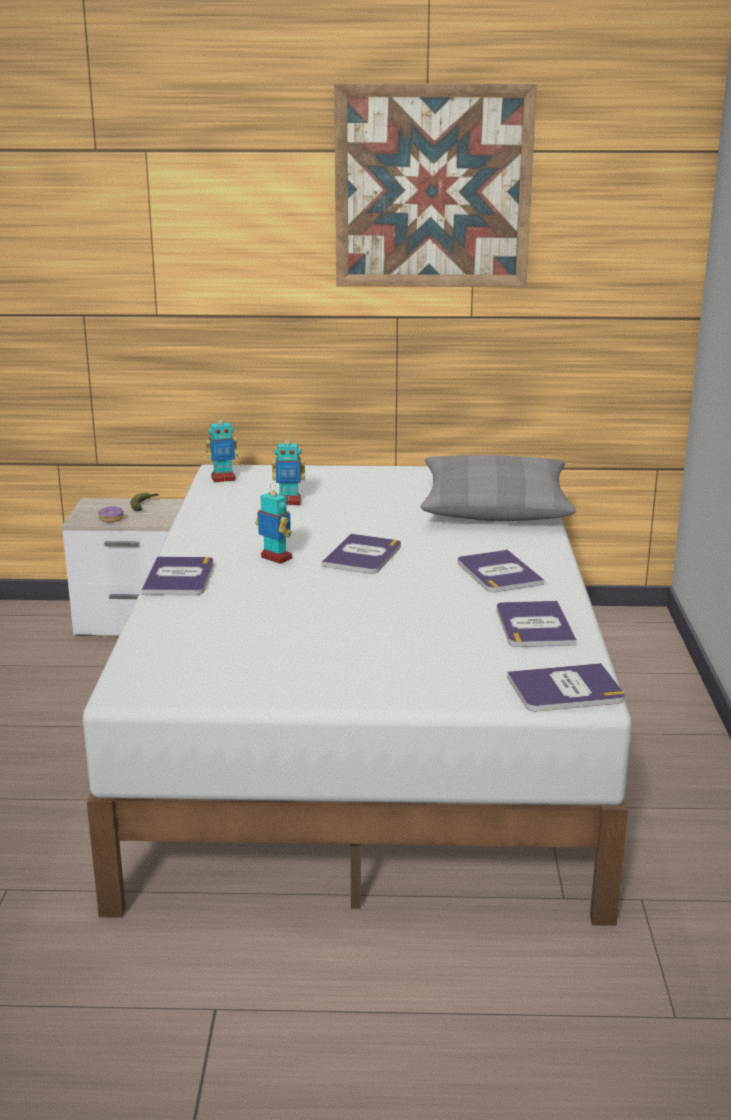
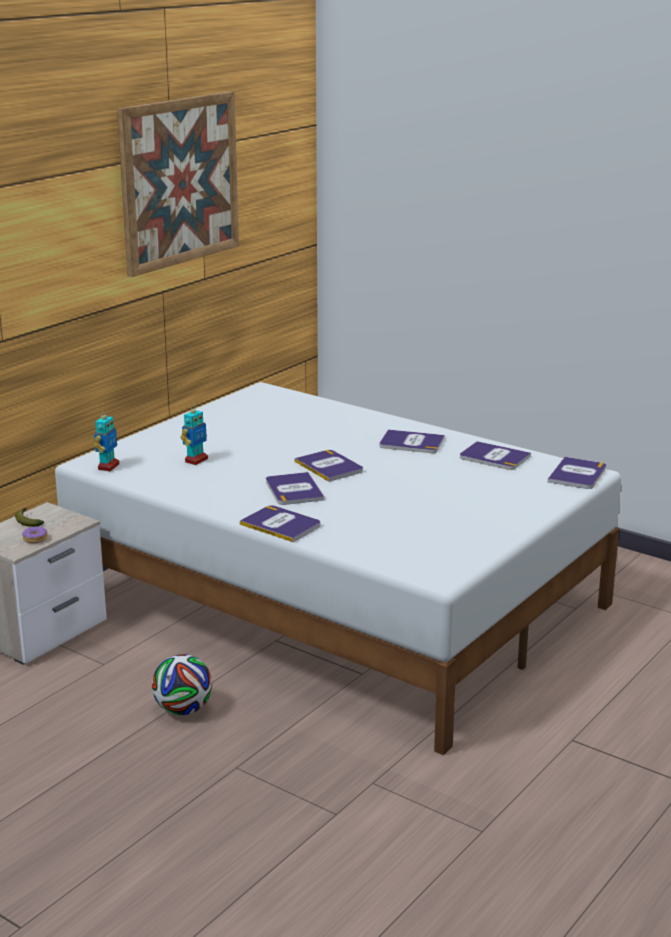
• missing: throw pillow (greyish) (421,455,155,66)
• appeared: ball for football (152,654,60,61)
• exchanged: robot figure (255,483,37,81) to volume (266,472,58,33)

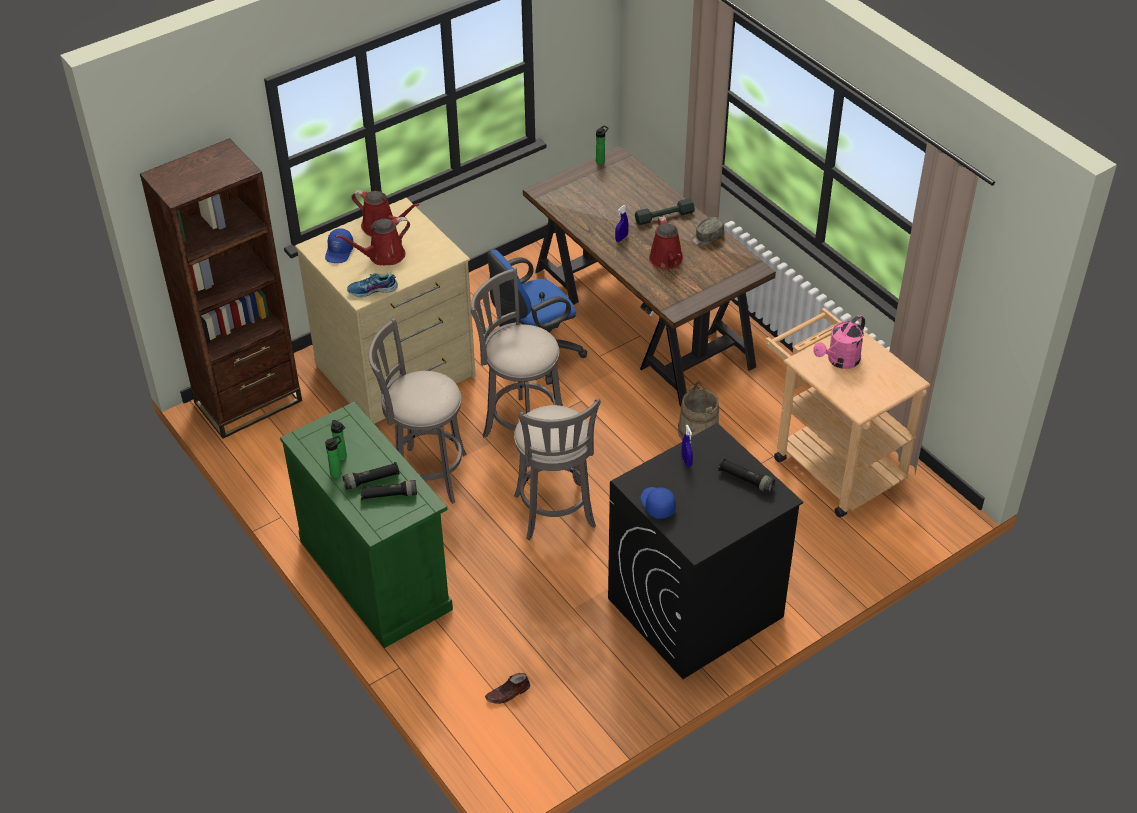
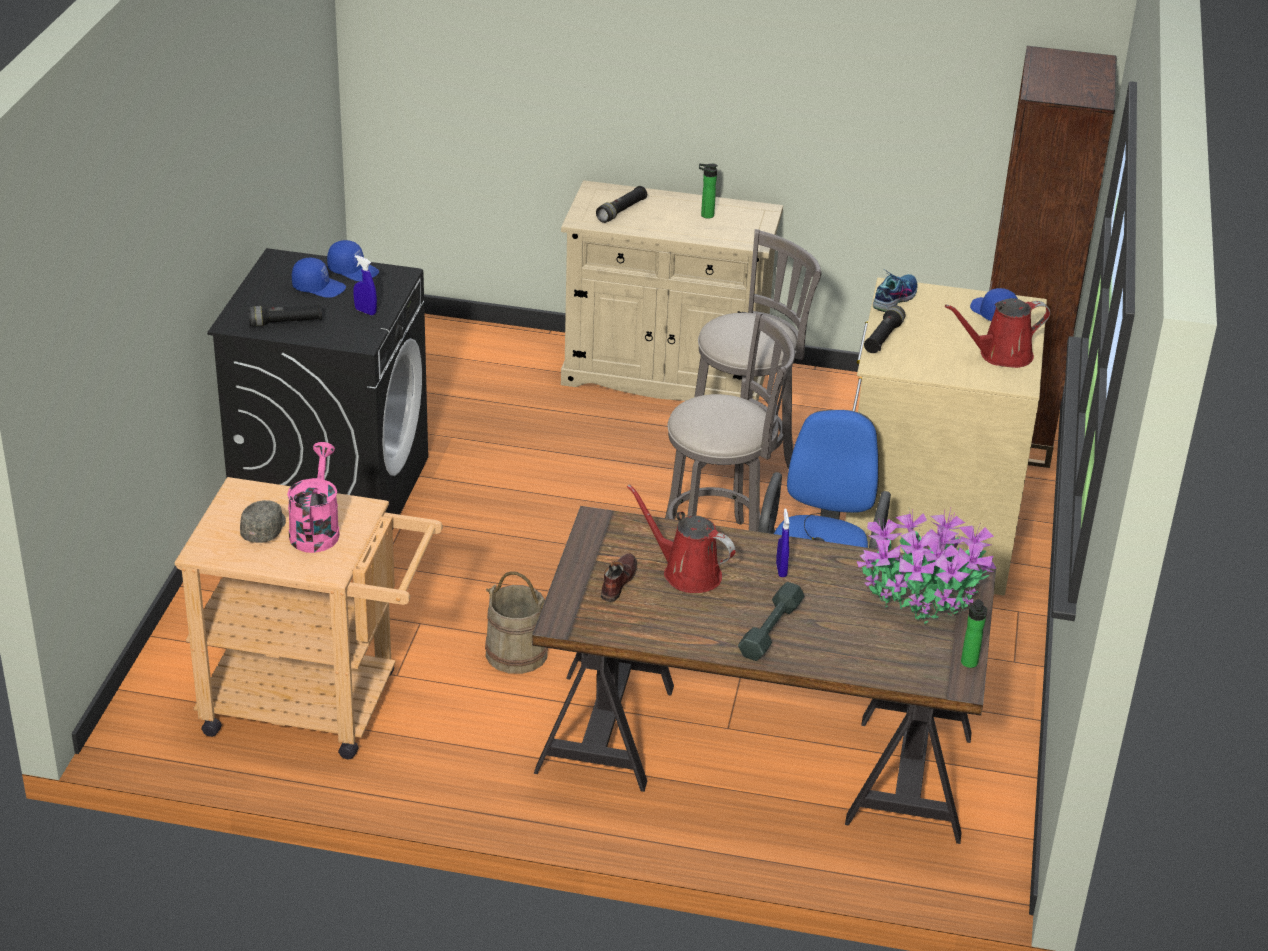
• missing: bottle (325,436,17,42)
• missing: watering pot (red) (335,217,75,48)
• missing: stool (greyish) (514,398,87,142)
• appeared: peaked cap (blue-coloured) (292,258,54,40)
• appeared: houseplant (857,509,139,115)
• relocated: hand torch (blackish) (342,462,58,28) to (864,305,42,48)
• relocated: item of footwear (brown) (485,673,45,31) to (601,553,36,49)
• relocated: peaked cap (greyish) (691,217,33,29) to (240,500,46,43)
• colour: cabinet (greenish) (280,402,173,246) to cabinet (beige) (561,180,222,221)

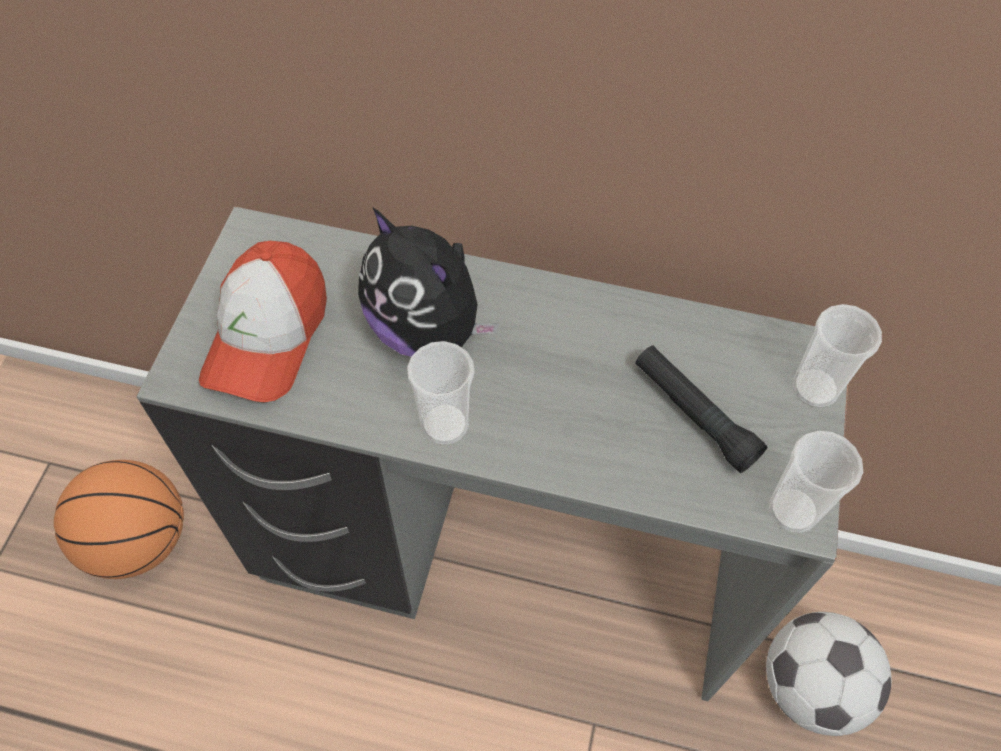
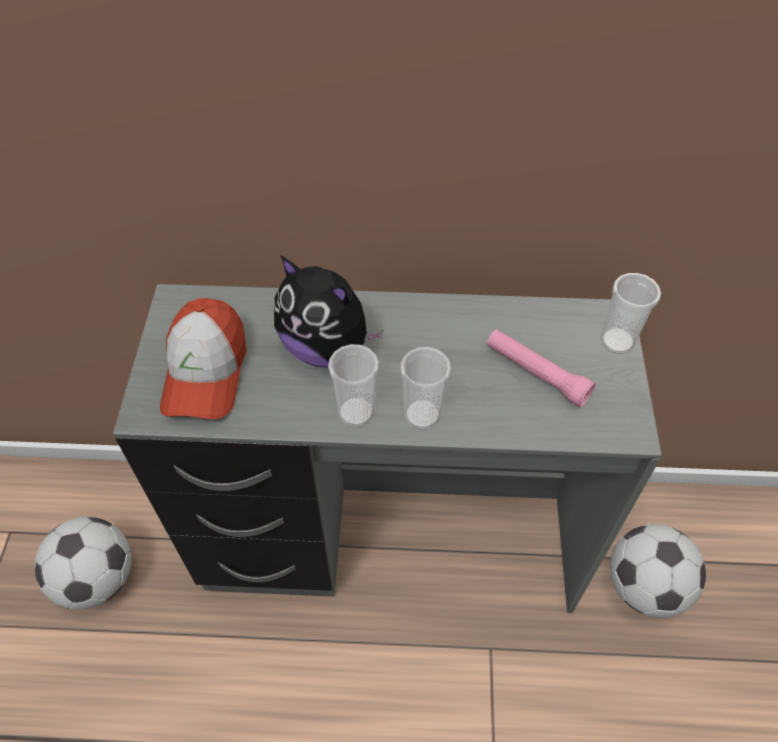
• relocated: small cup (769,431,94,102) to (400,347,51,83)
• exchanged: basketball (54,460,130,119) to ball for football (35,517,96,93)
• colour: hand torch (blackish) (635,346,133,127) to hand torch (pink-coloured) (487,329,109,78)

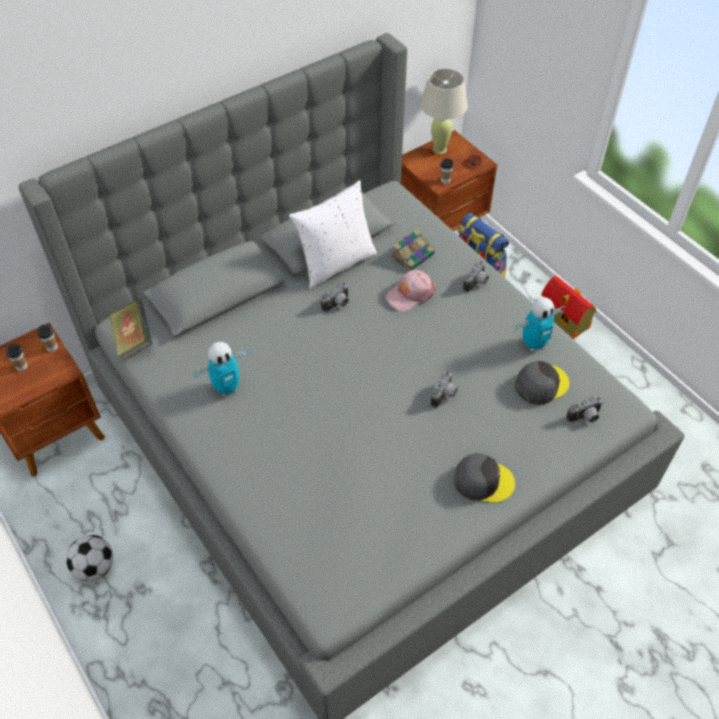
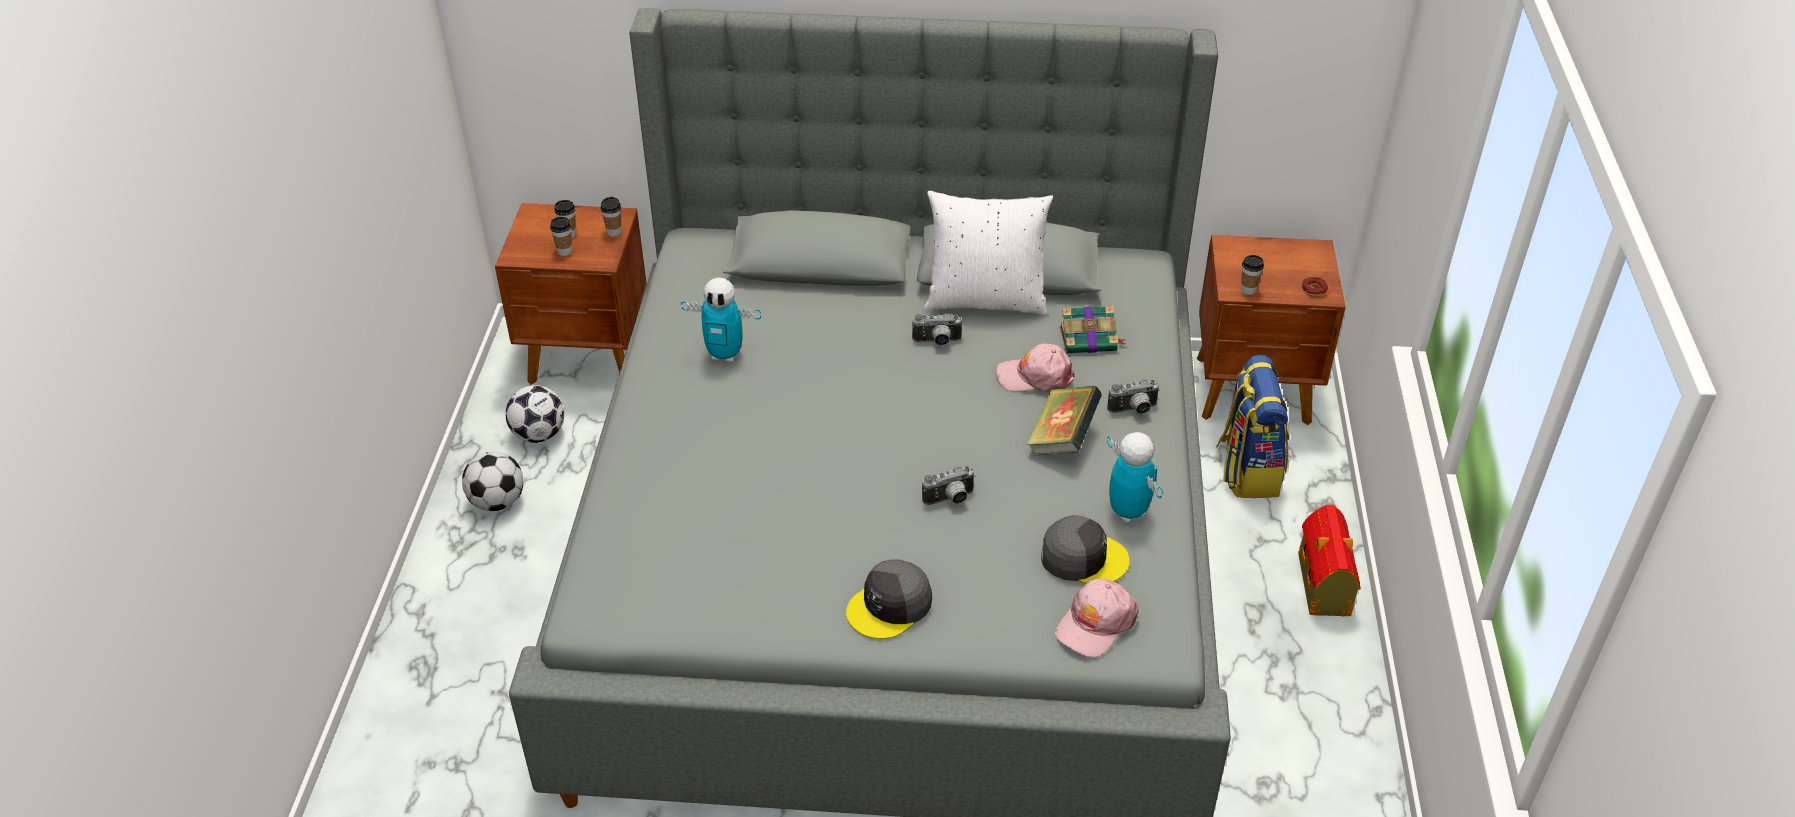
• missing: tabletop lamp (beige) (420,68,48,86)
• appeared: ball for football (505,385,59,58)
• appeared: small cup (550,217,22,39)
• relocated: volume (109,300,44,60) to (1027,386,75,70)
• exchanged: photo camera (566,396,37,27) to peaked cap (pink-coloured) (1055,578,84,79)
• spun: peaked cap (greyish) (454,453,61,50) = (846,559,86,80) 90 degrees clockwise
• spun: robot figure (515,297,50,54) = (1107,432,56,91) 135 degrees counterclockwise

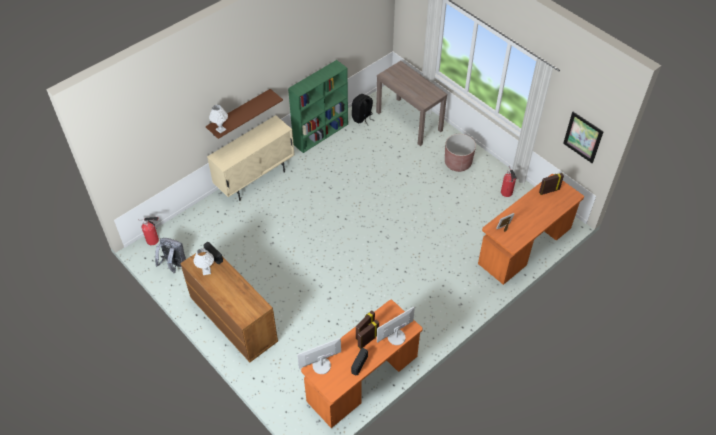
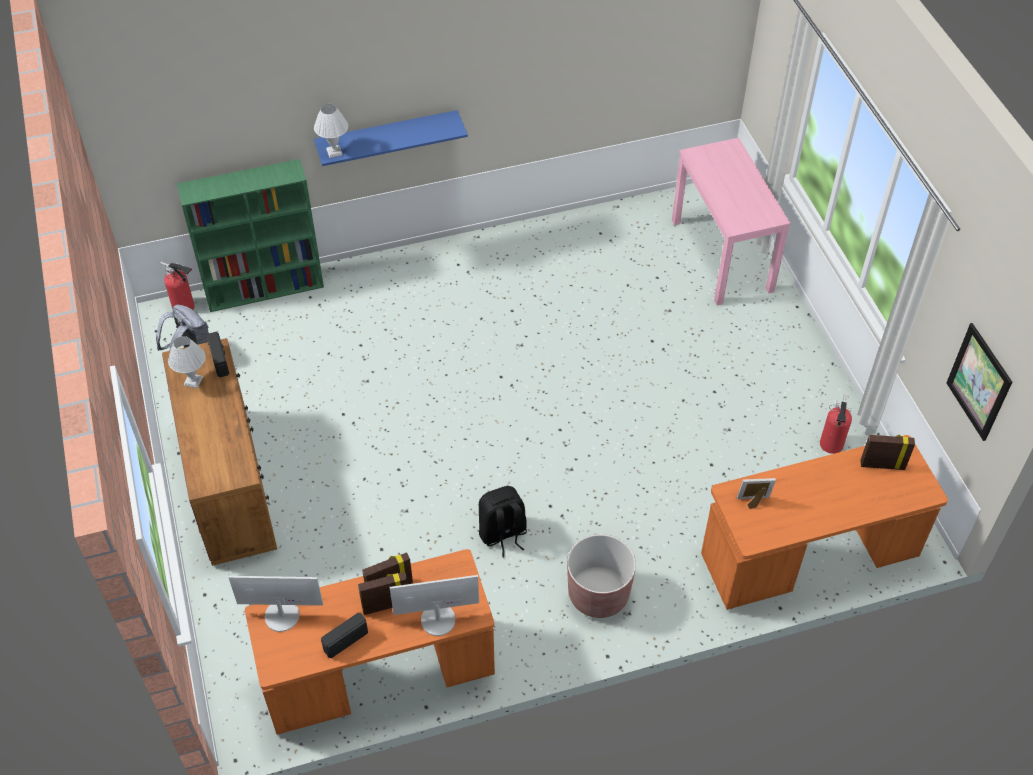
• missing: cabinet (beige) (207,115,88,86)
• relocated: bookcase (greenish) (288,60,60,93) to (177,159,147,153)
• relocated: knapsack (blackish) (352,94,23,31) to (479,486,48,72)
• relocated: plant pot (brown) (445,134,31,38) to (567,534,69,84)
• colour: wall shelf (brown) (206,89,77,50) to wall shelf (blue-coloured) (314,110,154,56)
• colour: console table (brown) (376,61,72,85) to console table (pink-coloured) (672,138,118,167)

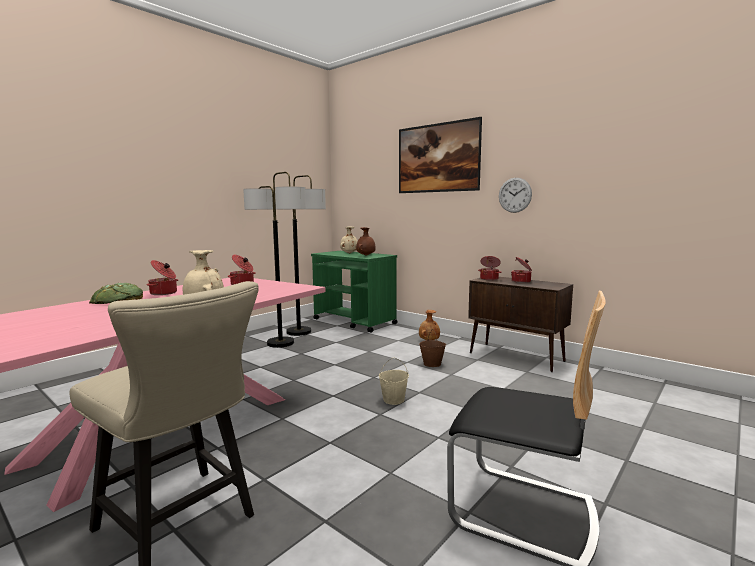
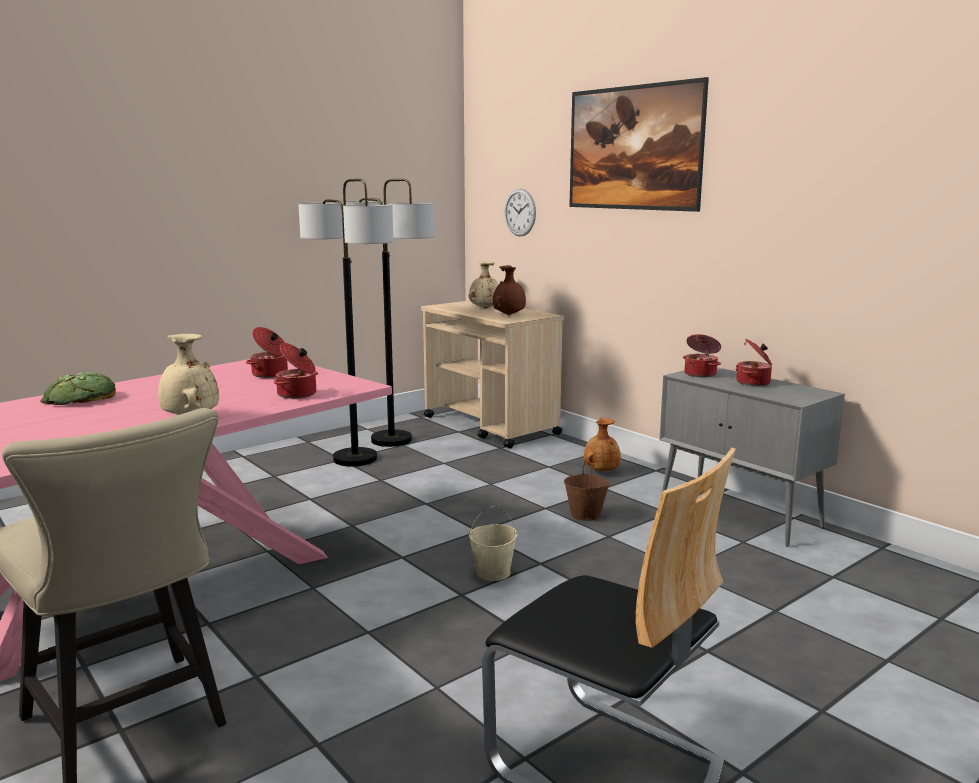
• relocated: stockpot (147,260,31,35) to (274,343,44,56)
• relocated: clock on the wall (499,178,33,35) to (505,189,31,47)
• colour: trolley (greenish) (311,251,87,82) to trolley (beige) (421,301,143,147)
• colour: cabinet (brown) (468,277,105,95) to cabinet (greyish) (660,367,185,180)

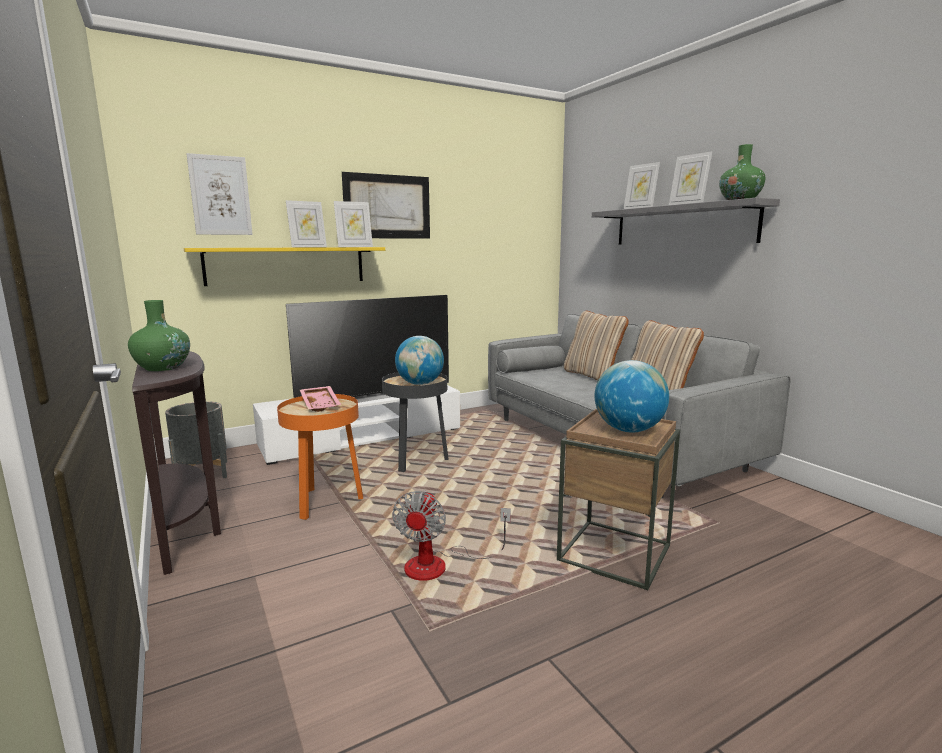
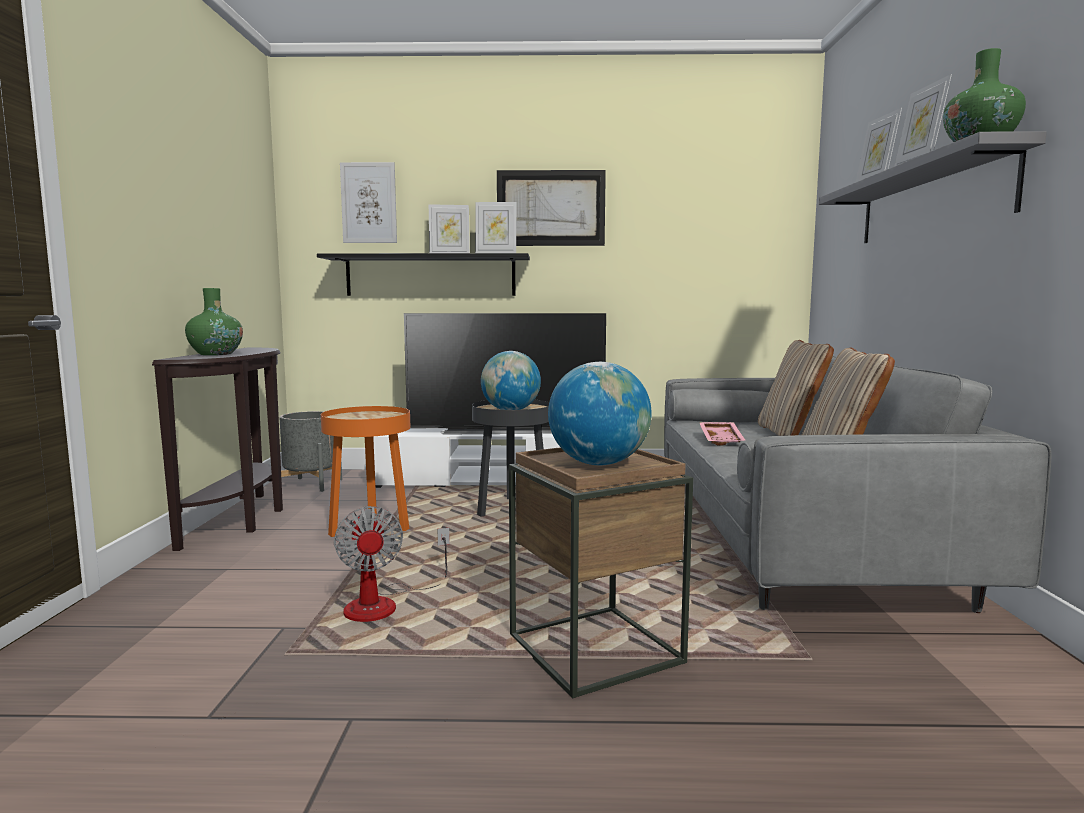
• relocated: carrying tray (pink-coloured) (300,386,41,26) to (699,422,47,24)
• colour: wall shelf (yellowish) (184,247,201,39) to wall shelf (blackish) (317,253,213,43)
• spun: cooling fan (392,490,119,91) = (334,506,116,116) 60 degrees counterclockwise

